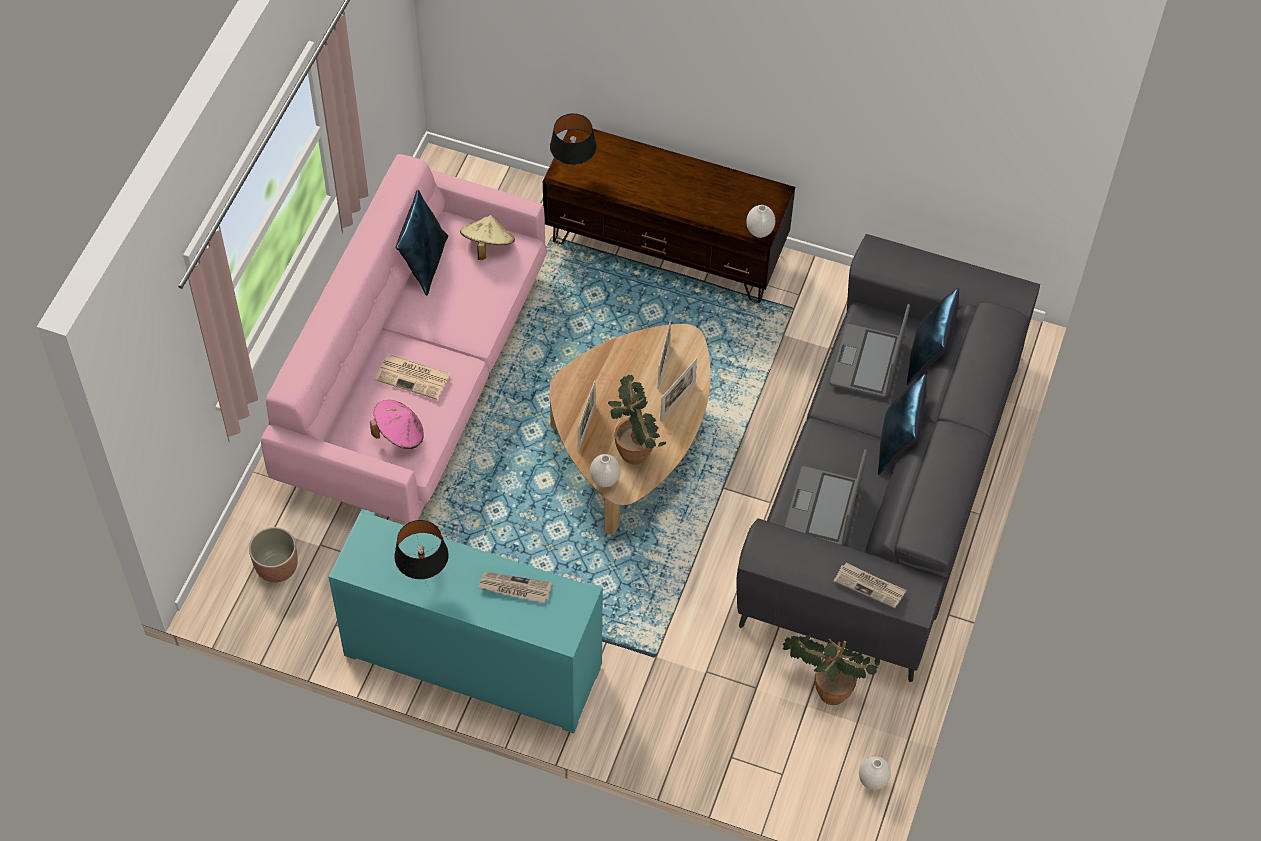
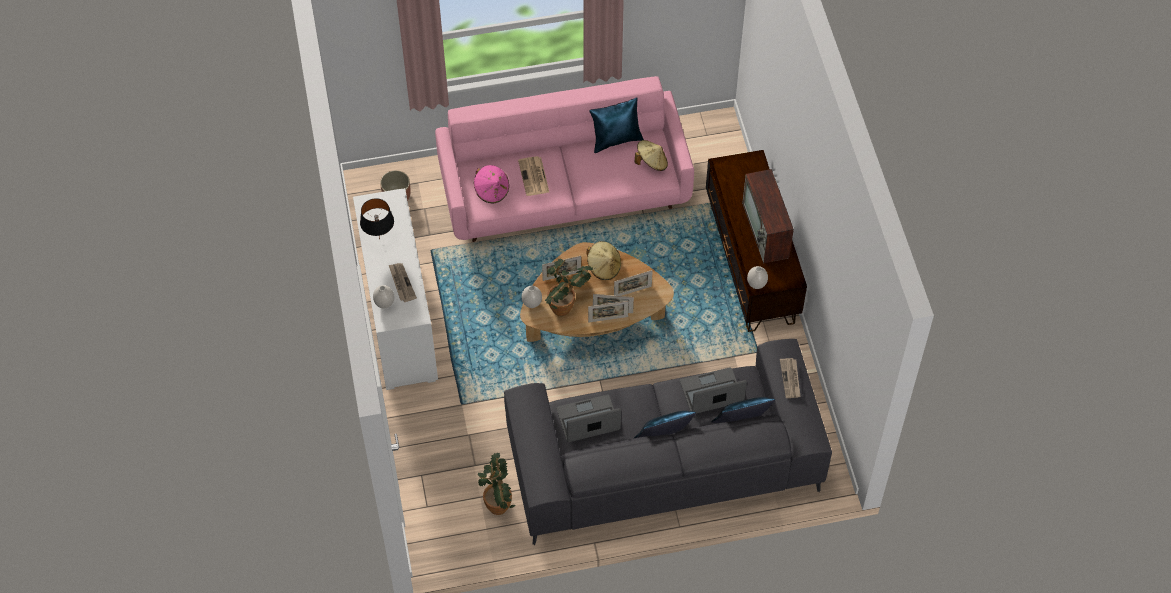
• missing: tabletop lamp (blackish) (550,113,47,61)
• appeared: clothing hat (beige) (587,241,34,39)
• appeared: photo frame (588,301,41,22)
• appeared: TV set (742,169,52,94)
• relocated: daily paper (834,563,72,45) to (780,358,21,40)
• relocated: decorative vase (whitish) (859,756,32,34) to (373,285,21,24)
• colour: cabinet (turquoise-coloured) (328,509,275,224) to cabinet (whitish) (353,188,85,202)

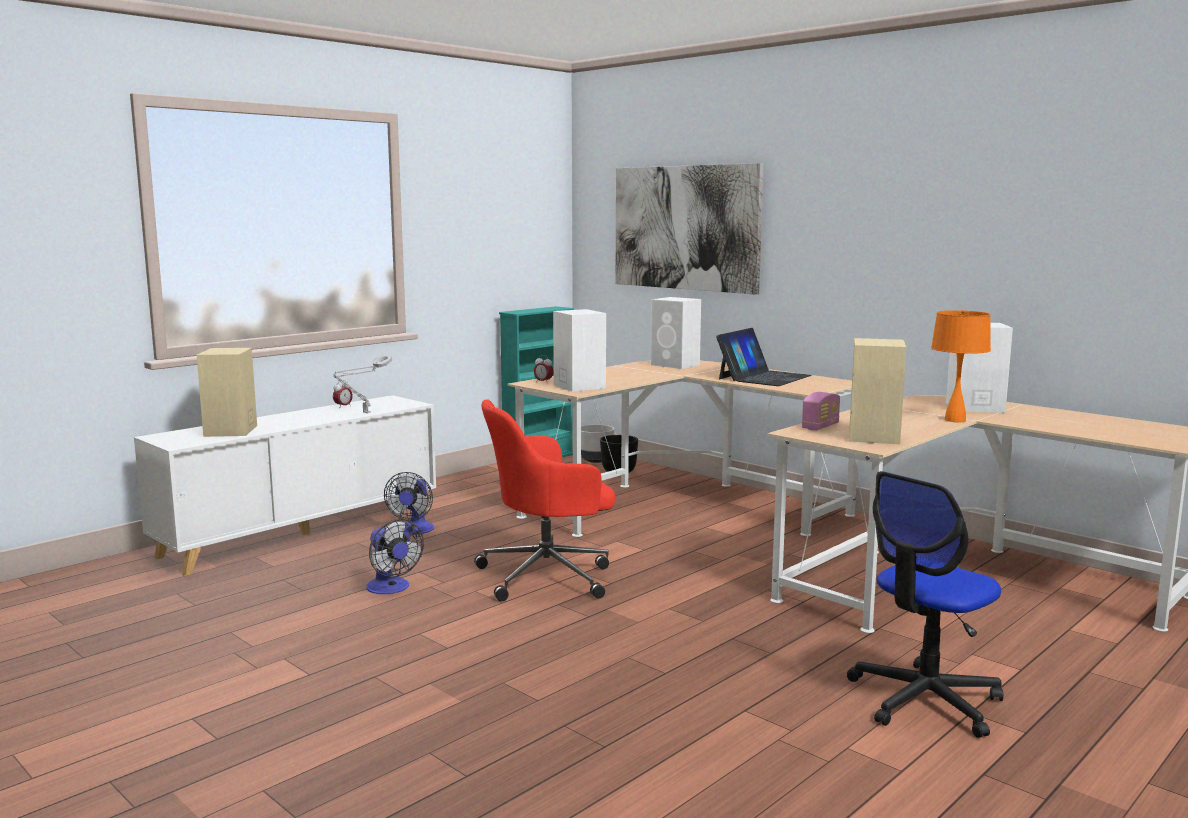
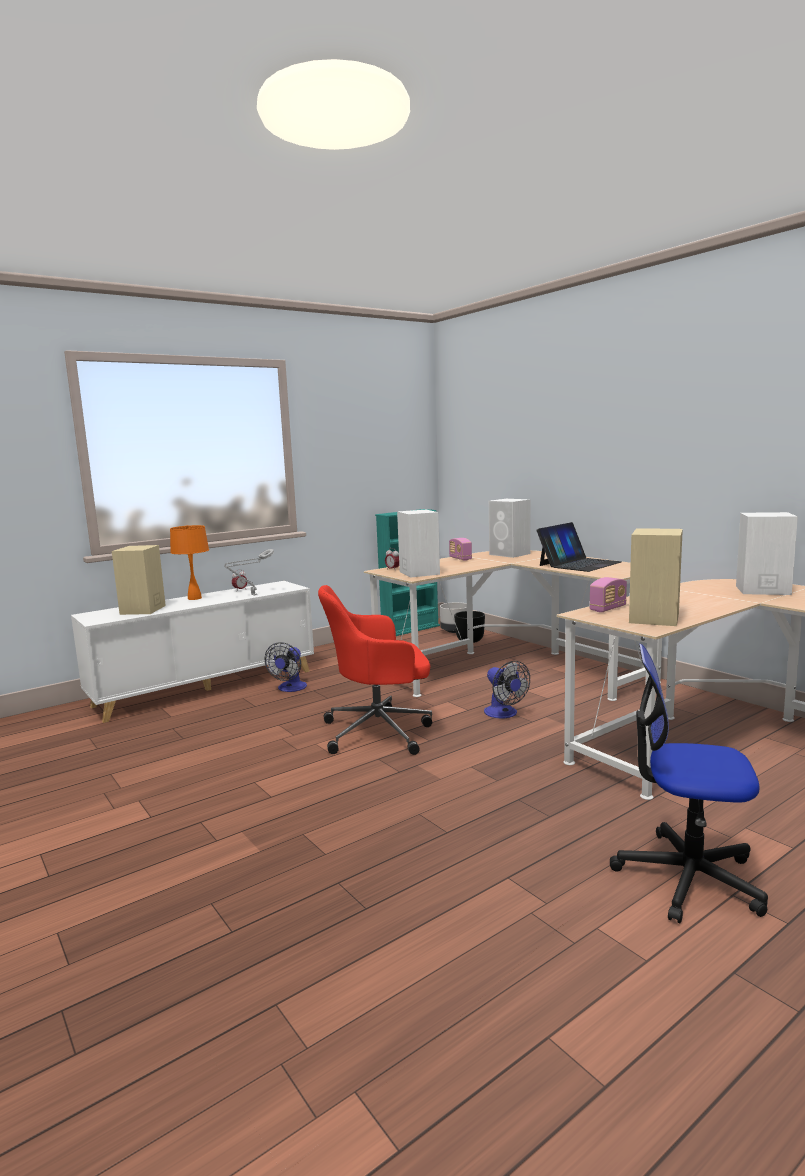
• missing: wall art (615,163,149,132)
• appeared: radio receiver (449,538,23,23)
• relocated: cooling fan (366,519,58,75) to (484,661,46,57)
• relocated: tabletop lamp (orange) (931,310,60,112) to (170,525,39,75)
• spun: computer chair (847,471,156,267) = (610,644,158,279) 45 degrees clockwise

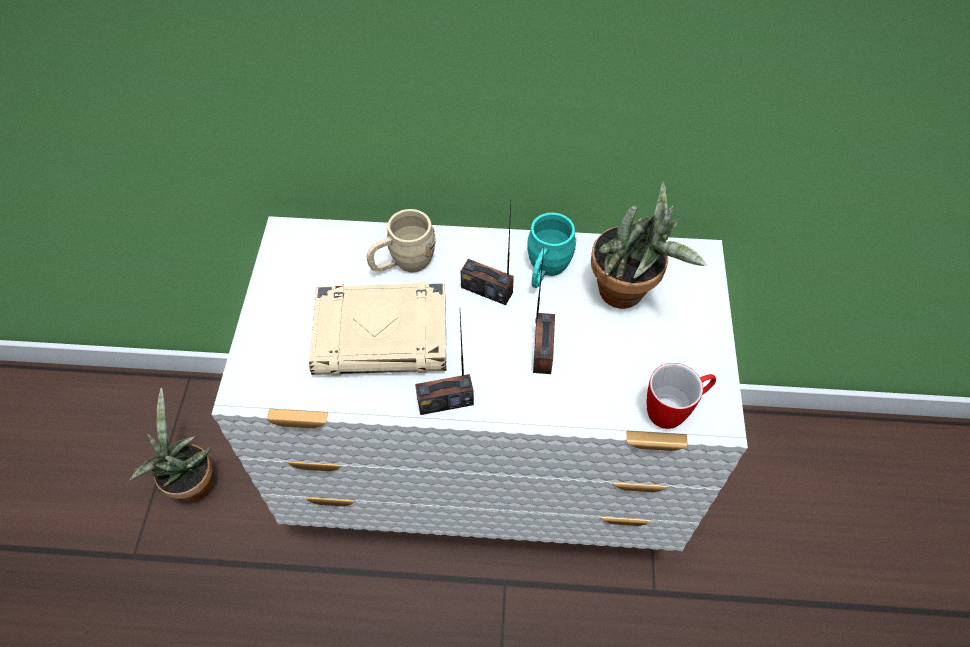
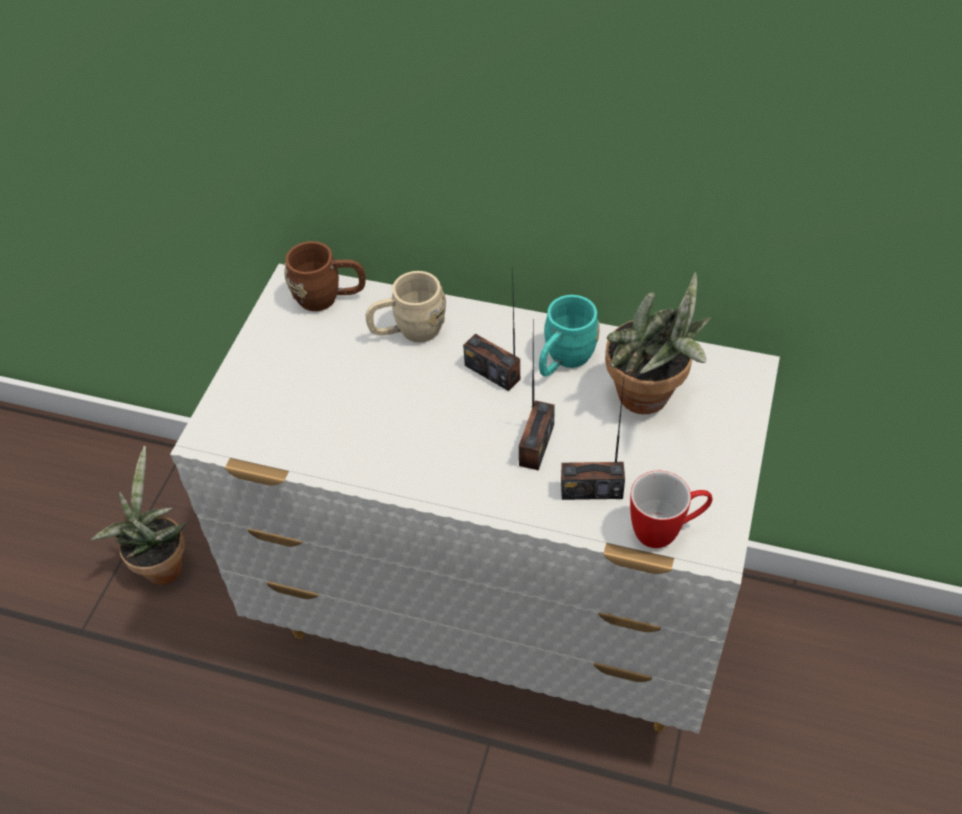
• missing: volume (beige) (309,282,138,94)
• appeared: coffee mug (brown) (284,241,82,70)
• relocated: radio receiver (415,314,59,101) to (561,379,64,121)

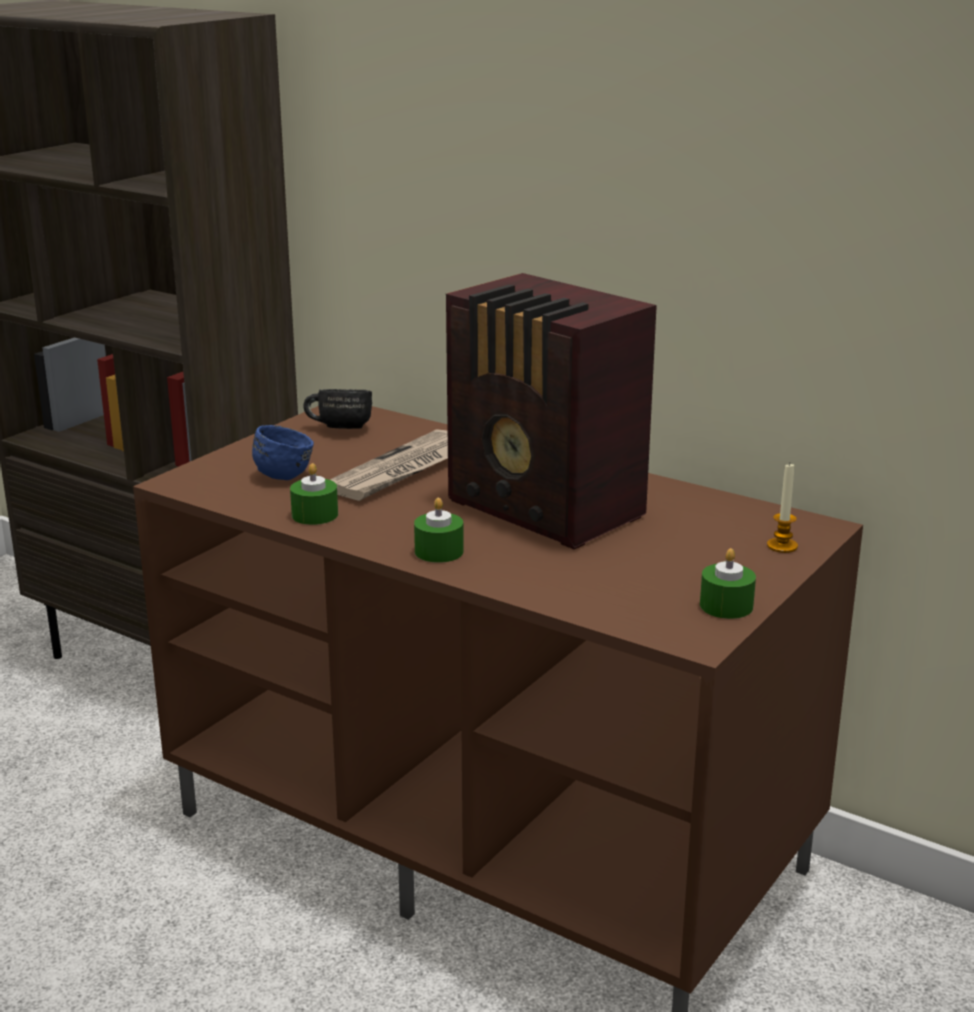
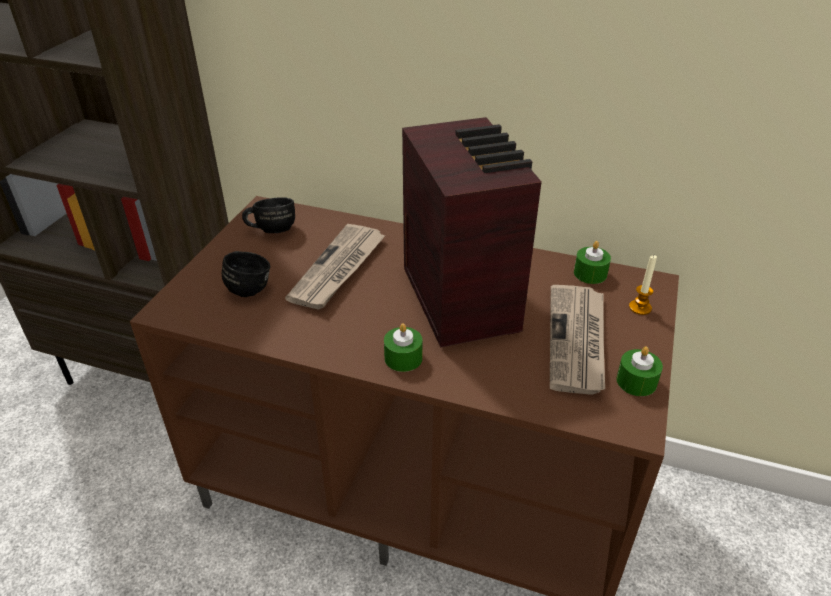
• appeared: daily paper (550,285,55,110)
• relocated: wax candle (greenish) (290,463,48,62) to (574,241,37,43)
• colour: coffee mug (blue-coloured) (252,425,62,55) to coffee mug (blackish) (222,251,48,46)
• spun: radio receiver (446,273,211,276) = (402,117,140,231) 135 degrees counterclockwise

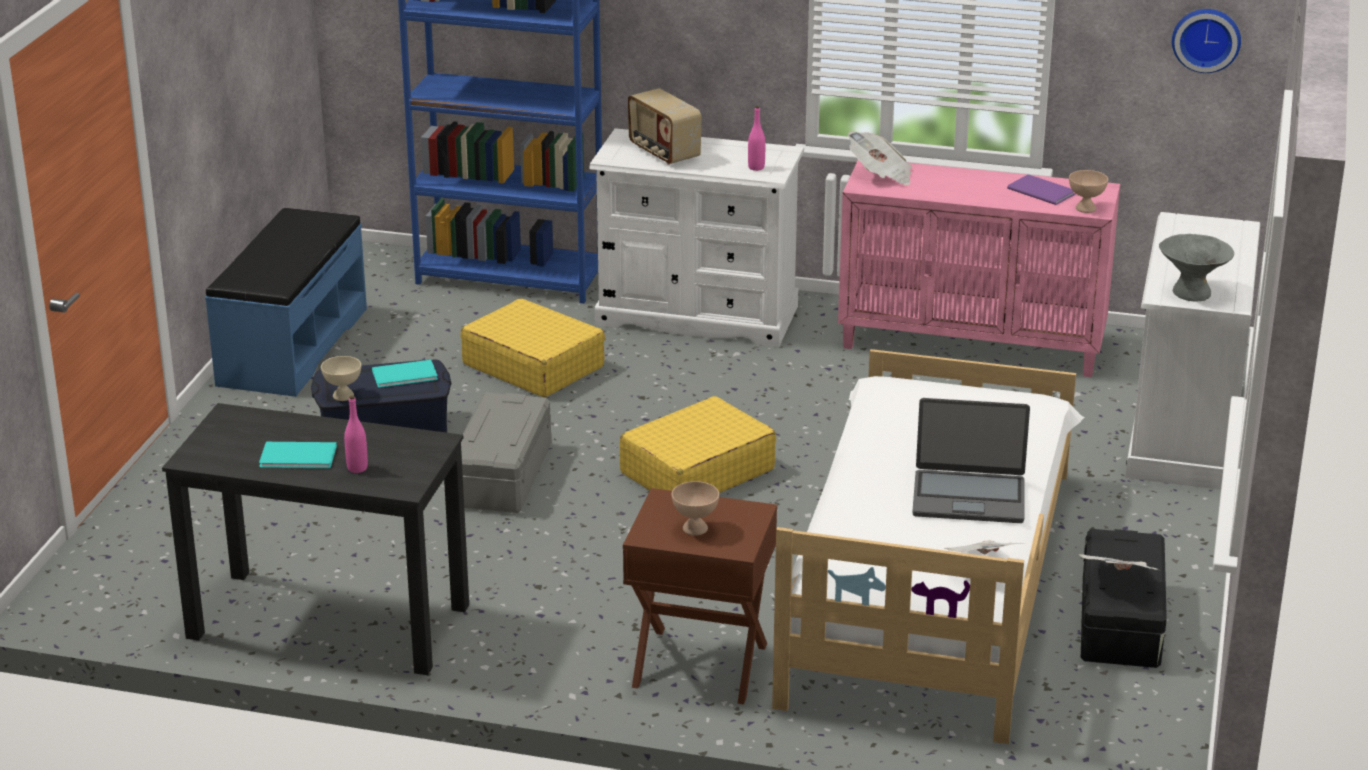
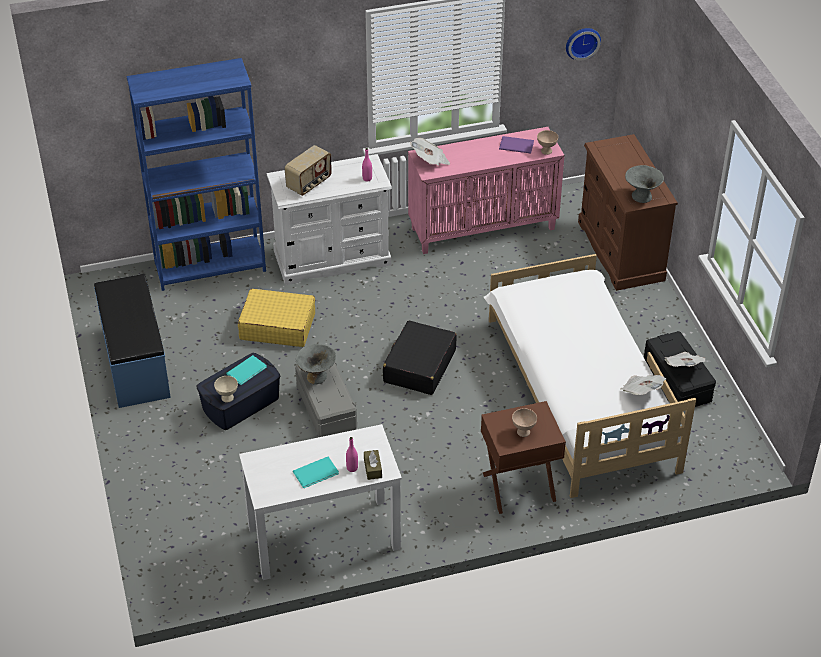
• missing: laptop (912,398,118,125)
• appeared: bowl (greyish) (296,344,40,41)
• appeared: tissue holder (brown) (364,450,18,30)
• colour: desk unit (blackish) (162,403,307,272) to desk unit (whitish) (239,424,163,156)
• colour: piece of luggage (yellowish) (620,396,156,97) to piece of luggage (blackish) (383,321,74,74)
• colour: drawer chest (whitish) (1125,212,135,278) to drawer chest (brown) (578,134,100,157)
• spun: radio receiver (628,88,73,77) = (284,145,48,51) 75 degrees counterclockwise

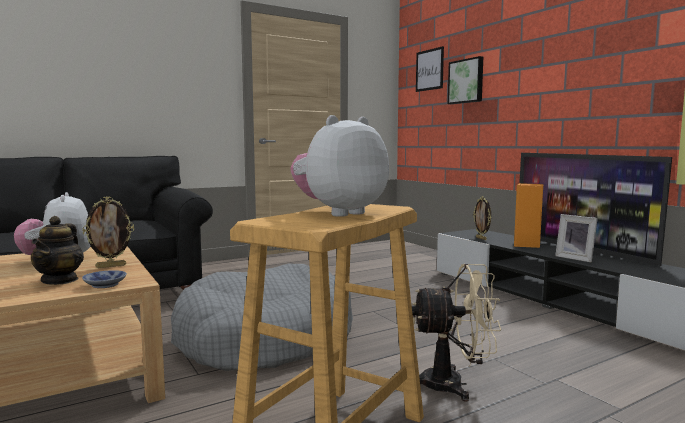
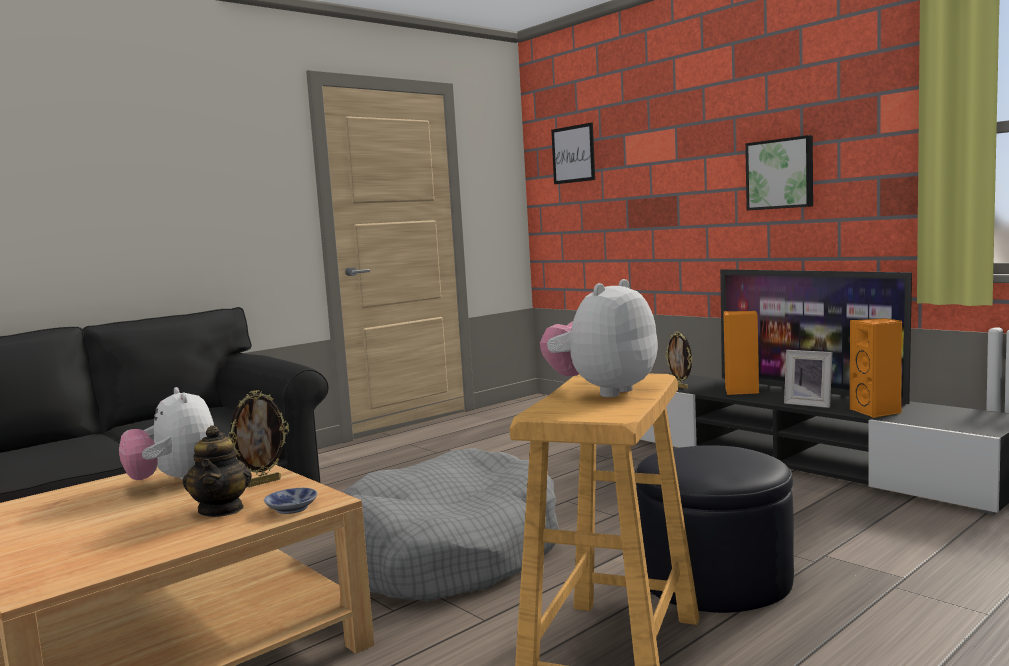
• appeared: loudspeaker (orange) (850,318,52,100)
• relocated: wall art (448,56,35,48) to (745,135,68,75)
• exchanged: cooling fan (beige) (412,264,89,138) to ottoman (blackish) (635,445,159,168)

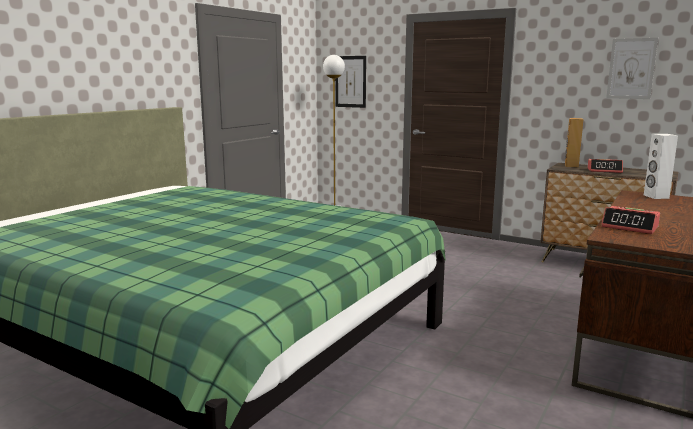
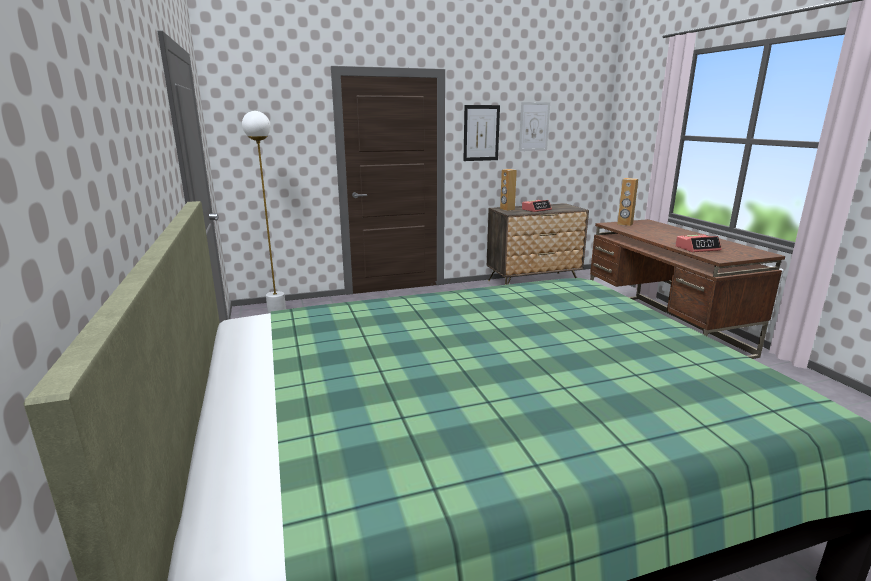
• relocated: wall art (335,56,31,52) to (464,105,36,56)
• colour: loudspeaker (whitish) (644,134,34,65) to loudspeaker (brown) (617,178,21,48)

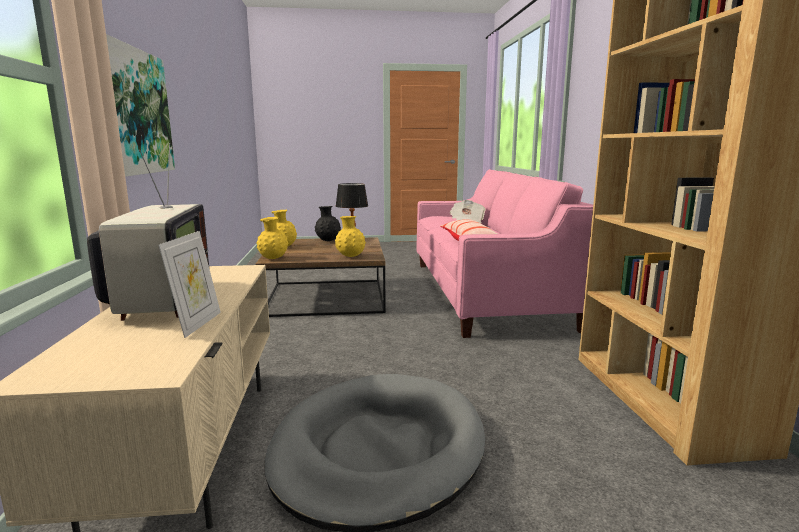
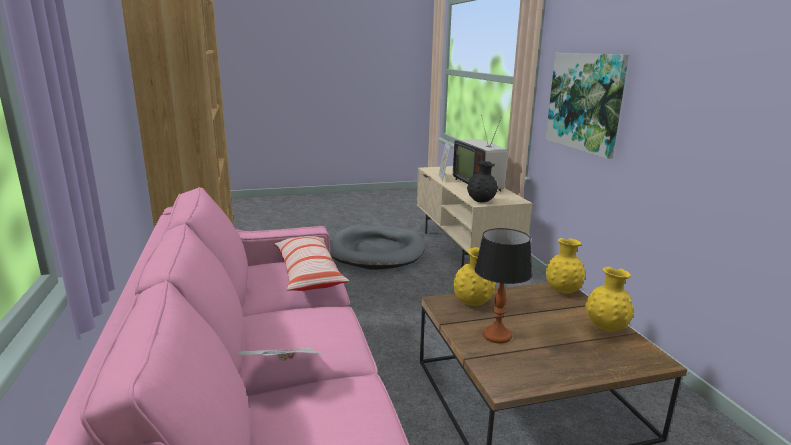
• relocated: decorative vase (blackish) (315,206,26,35) to (467,161,31,41)

